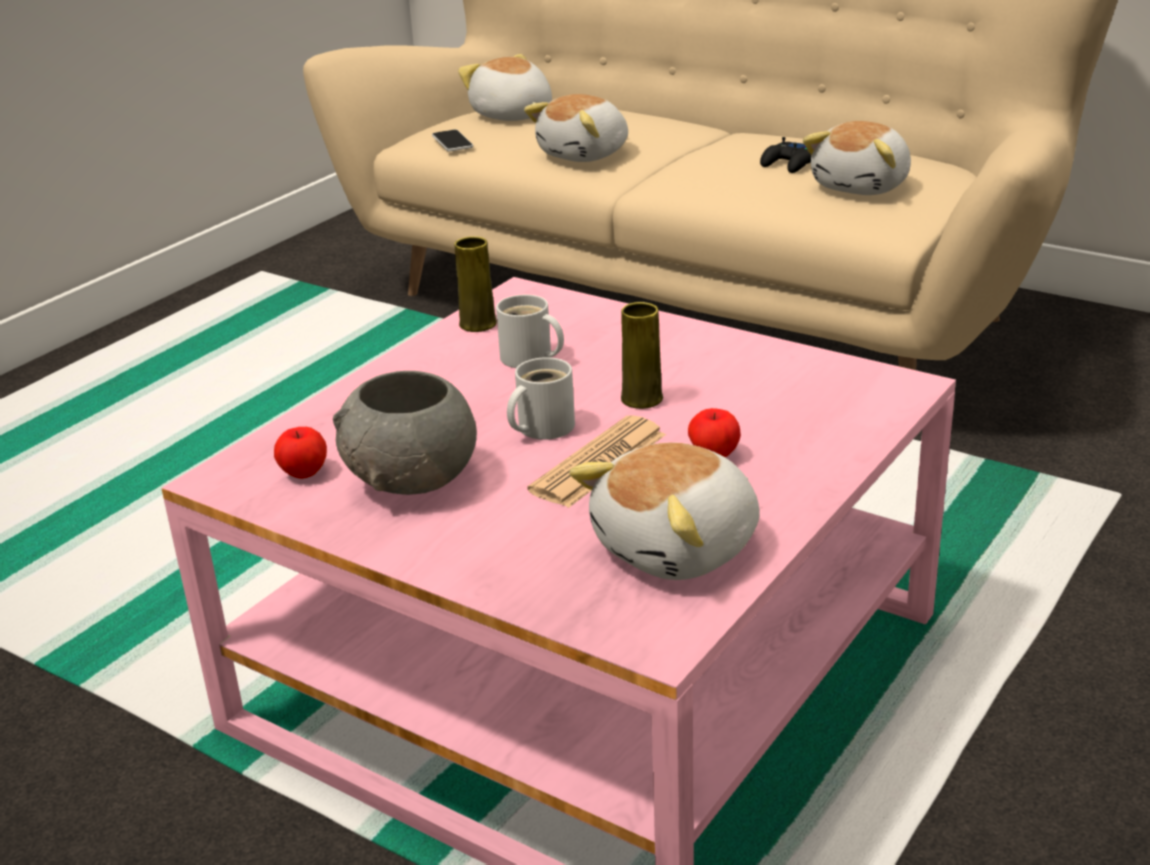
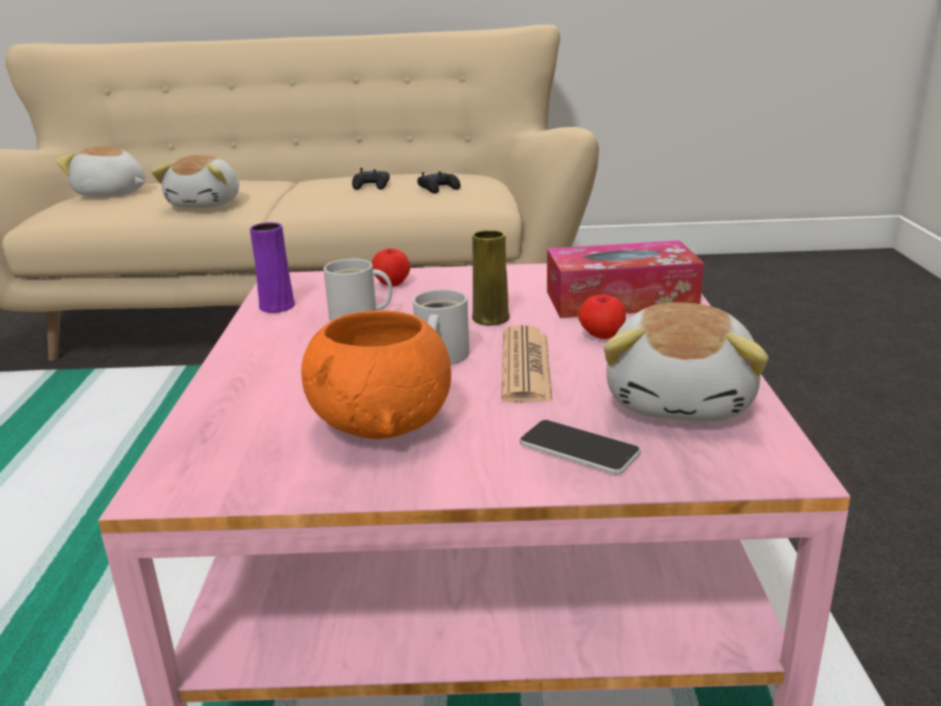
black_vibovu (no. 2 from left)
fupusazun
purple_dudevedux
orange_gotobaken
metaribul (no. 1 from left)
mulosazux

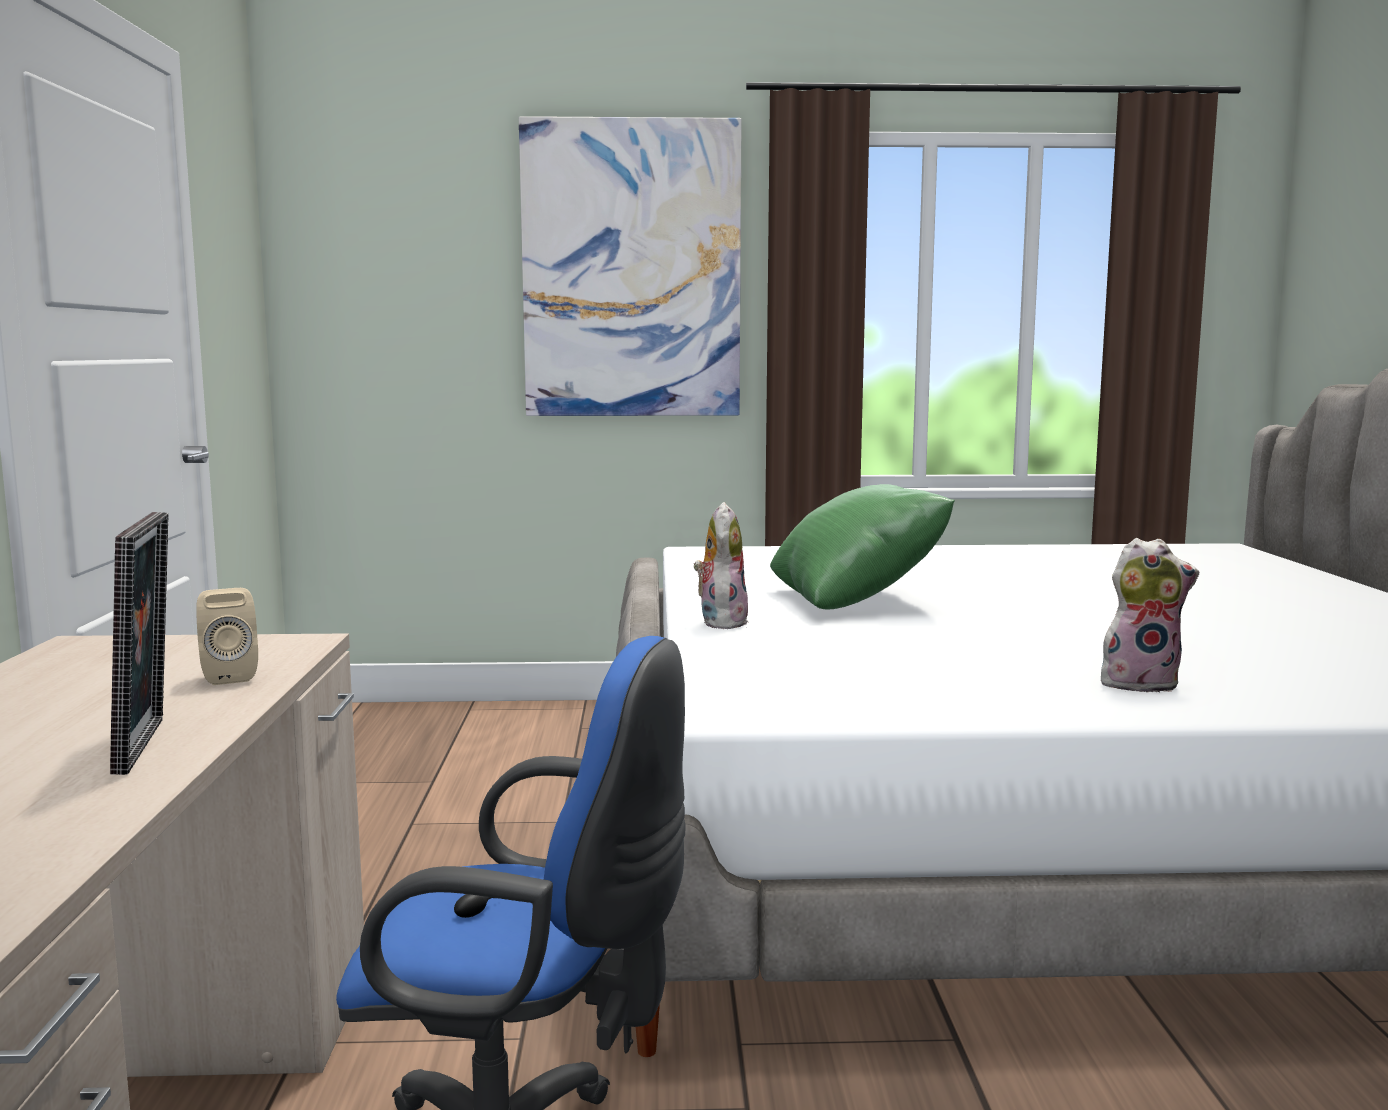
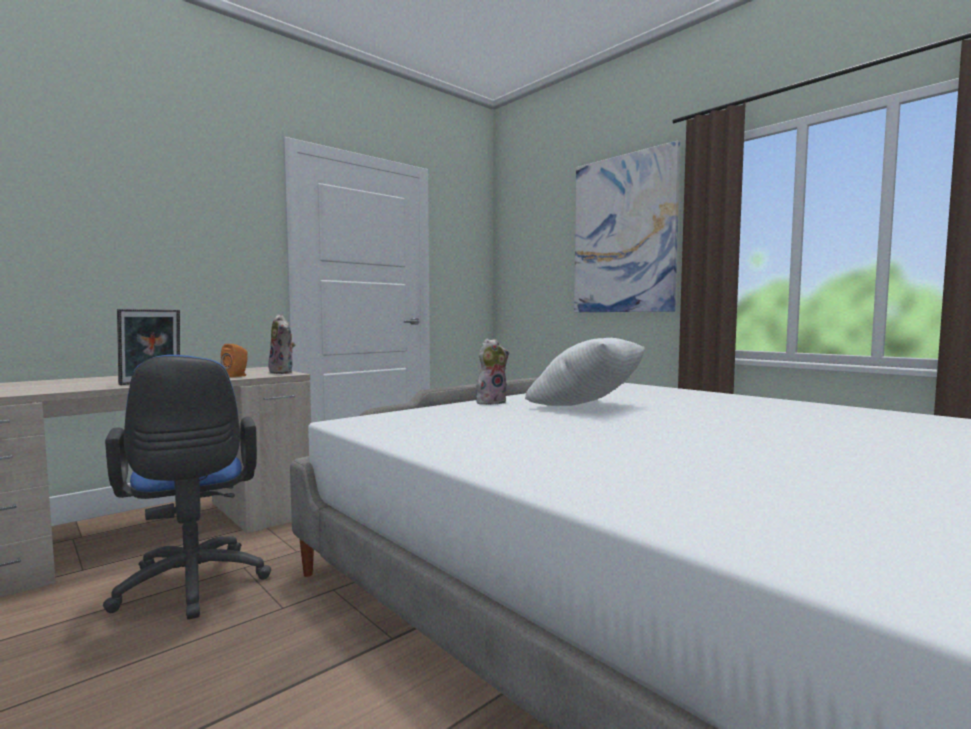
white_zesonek
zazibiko (no. 1 from left)
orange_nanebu

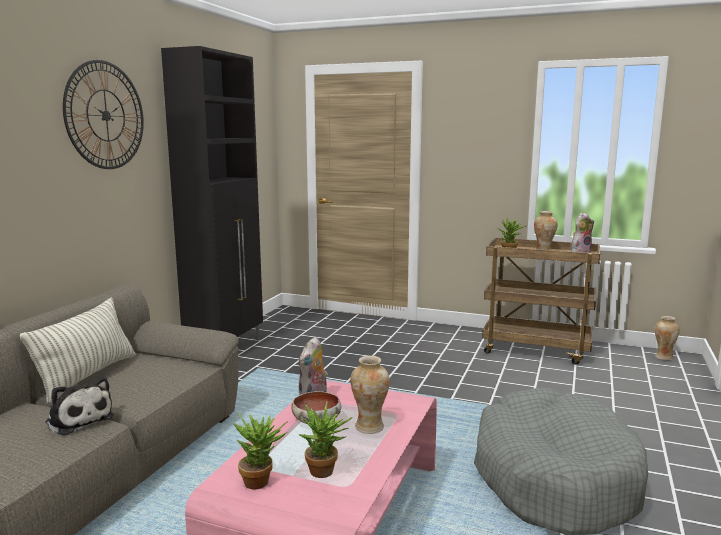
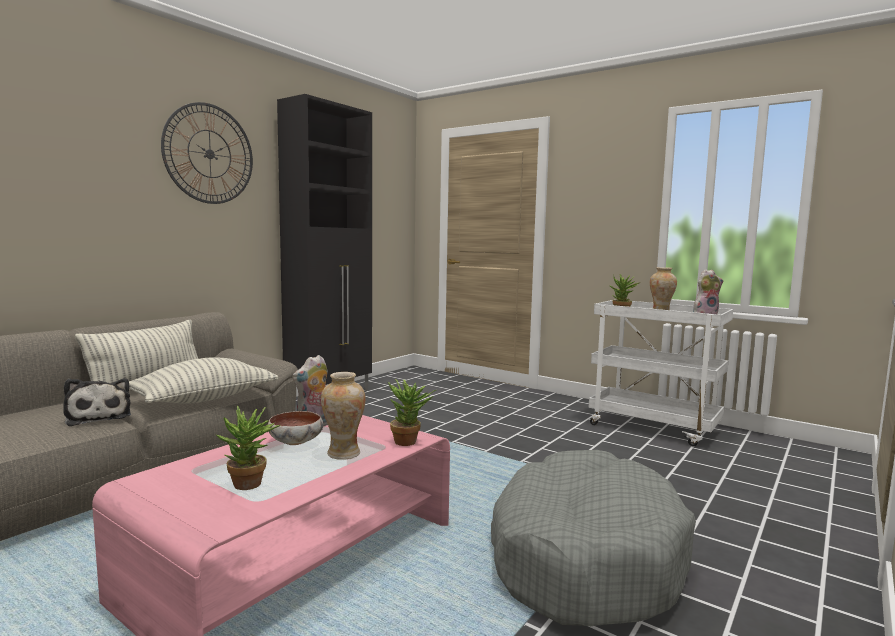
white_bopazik
dudevedux (no. 3 from left in the first image)
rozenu (no. 2 from left)
zesonek (no. 2 from left)

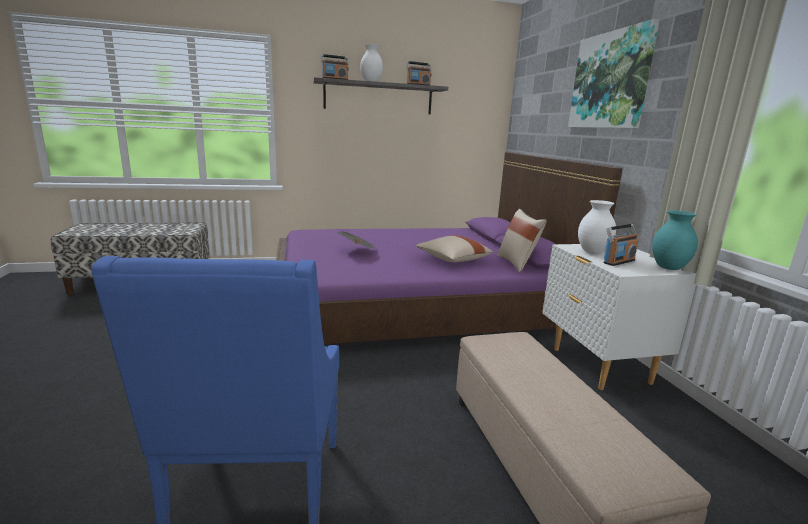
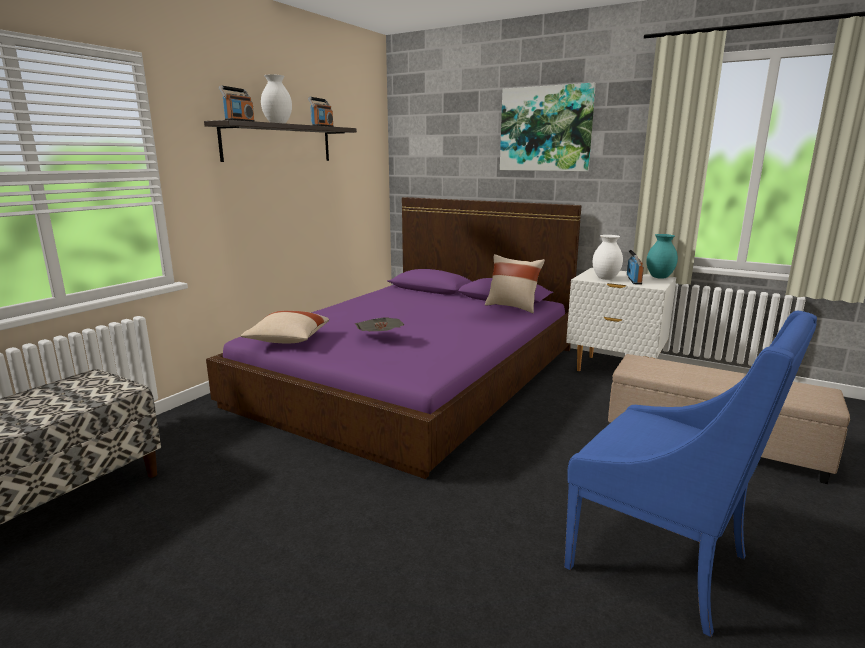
beige_zesonek (no. 1 from left)

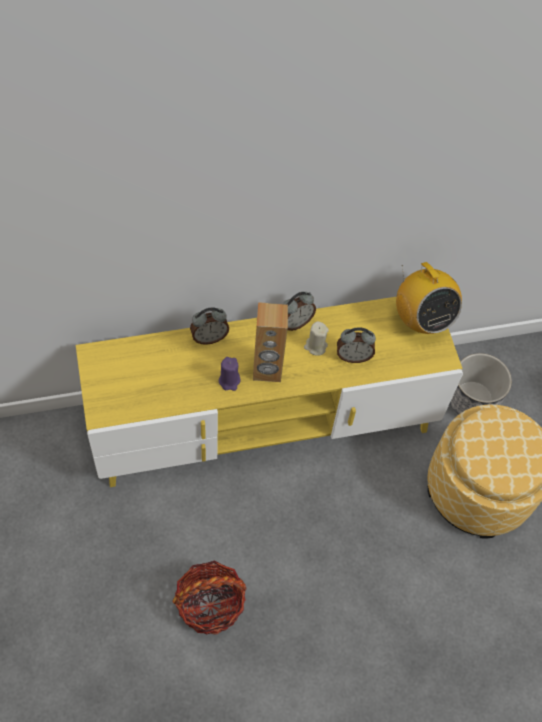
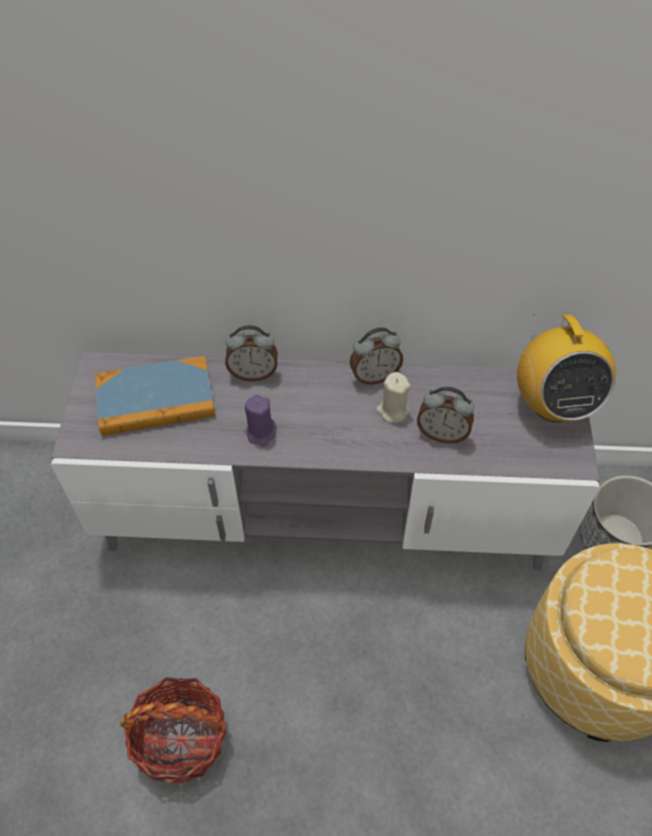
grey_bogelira
brown_nanebu
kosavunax

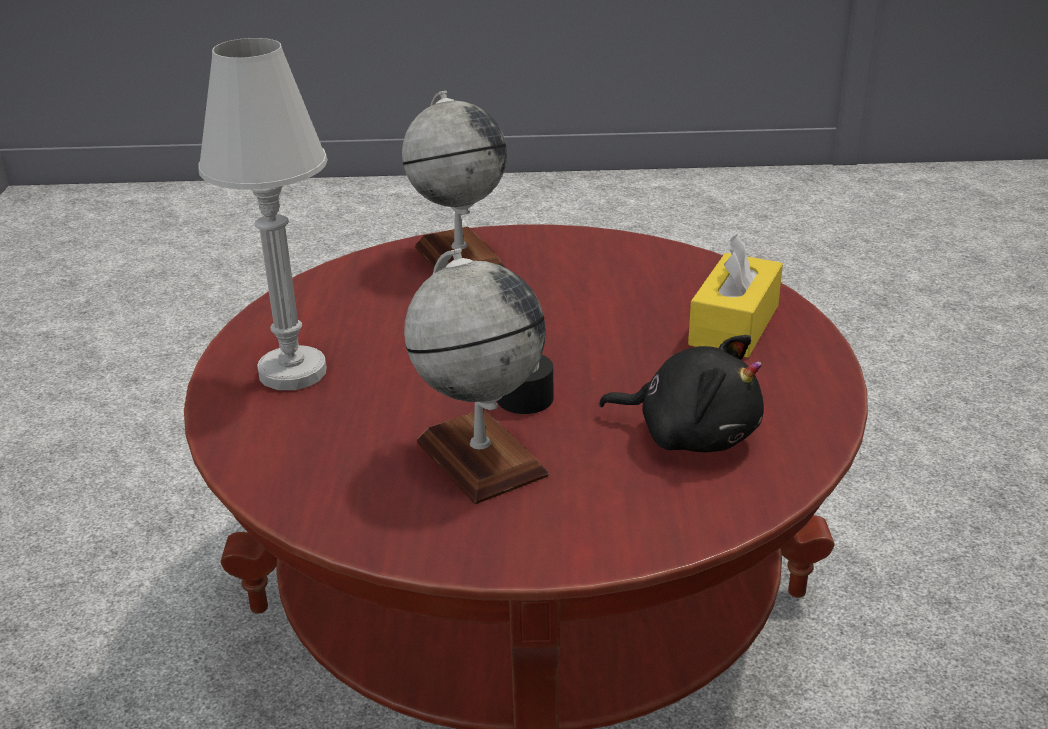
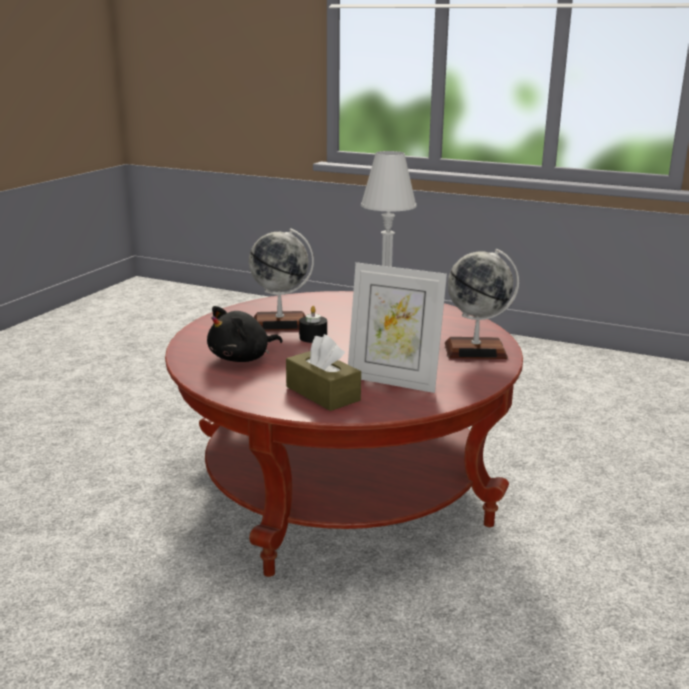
brown_mulosazux
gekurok

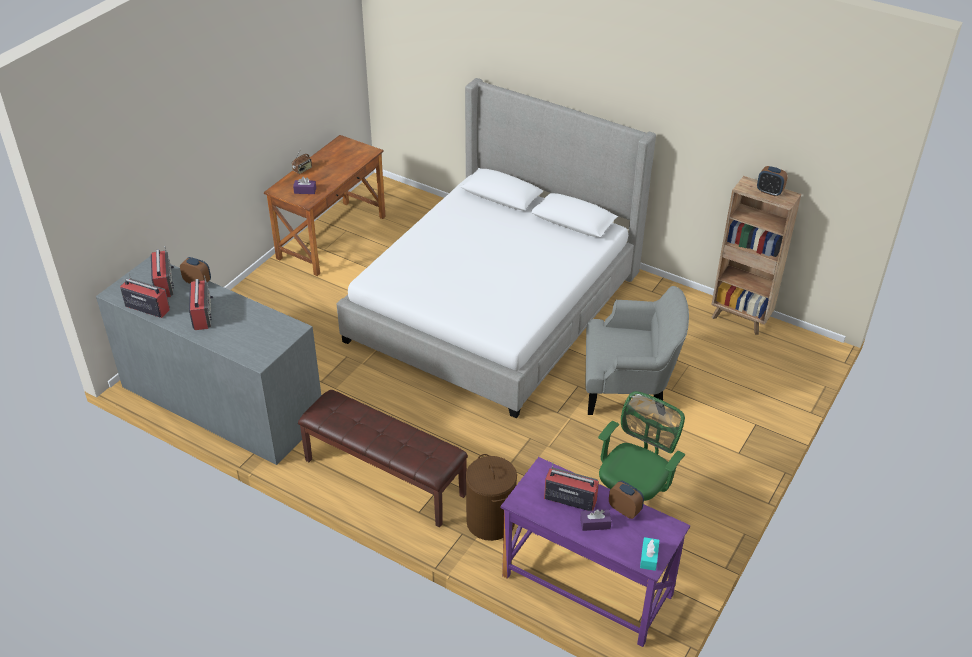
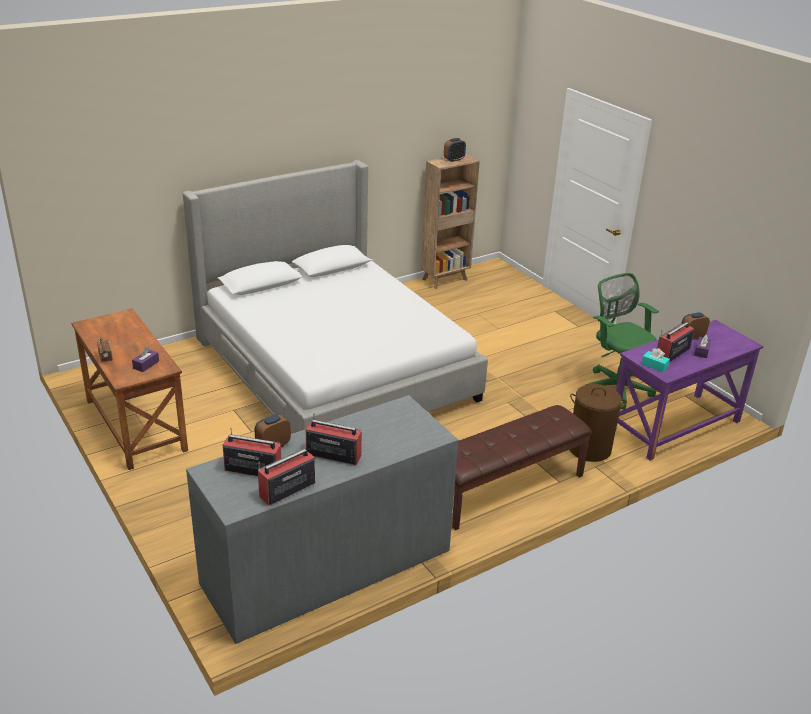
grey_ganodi
turquoise_mulosazux

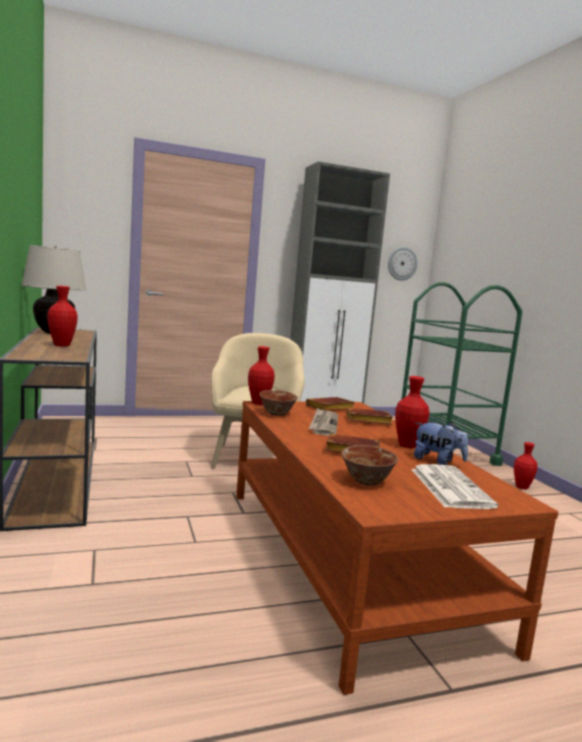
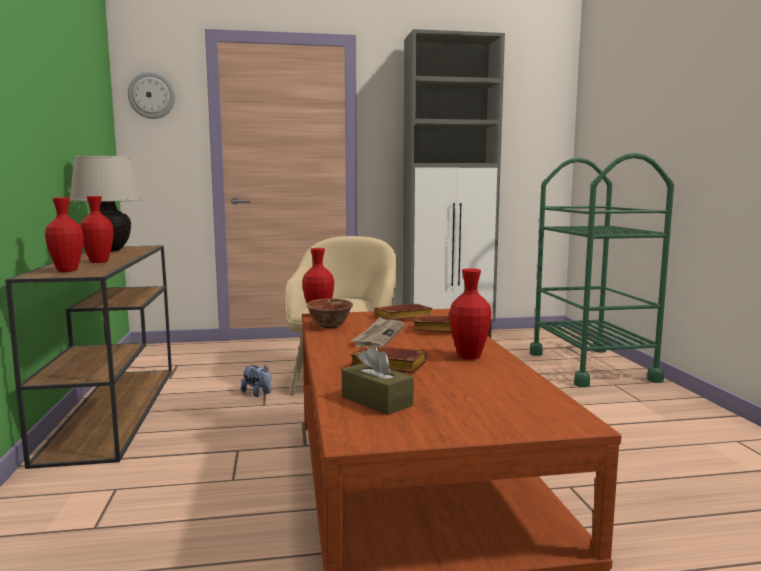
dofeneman
zazibiko
red_dudevedux (no. 1 from left)
brown_mulosazux
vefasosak (no. 2 from left in the first image)

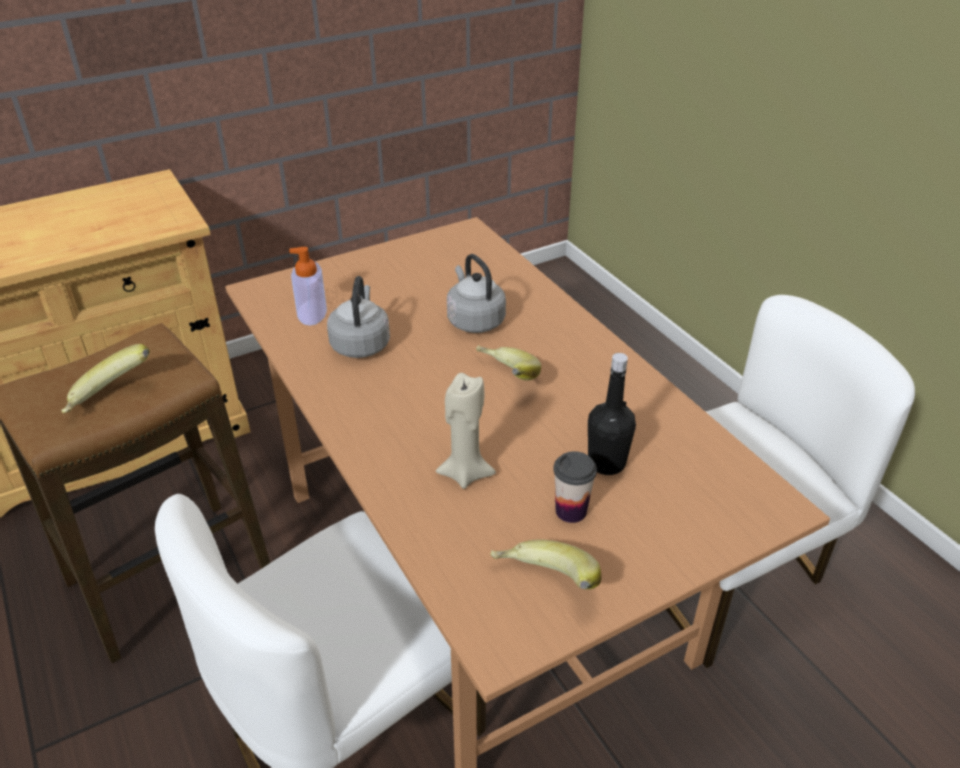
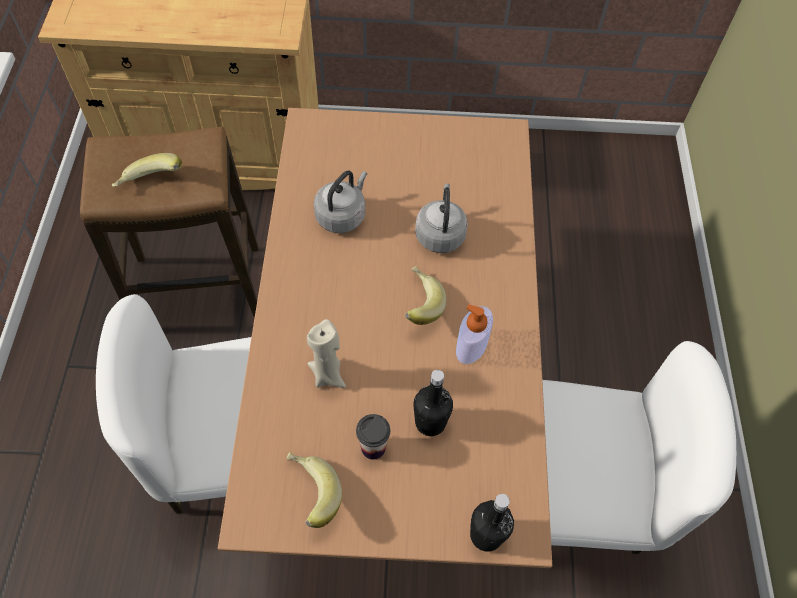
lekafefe
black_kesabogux (no. 2 from left)

